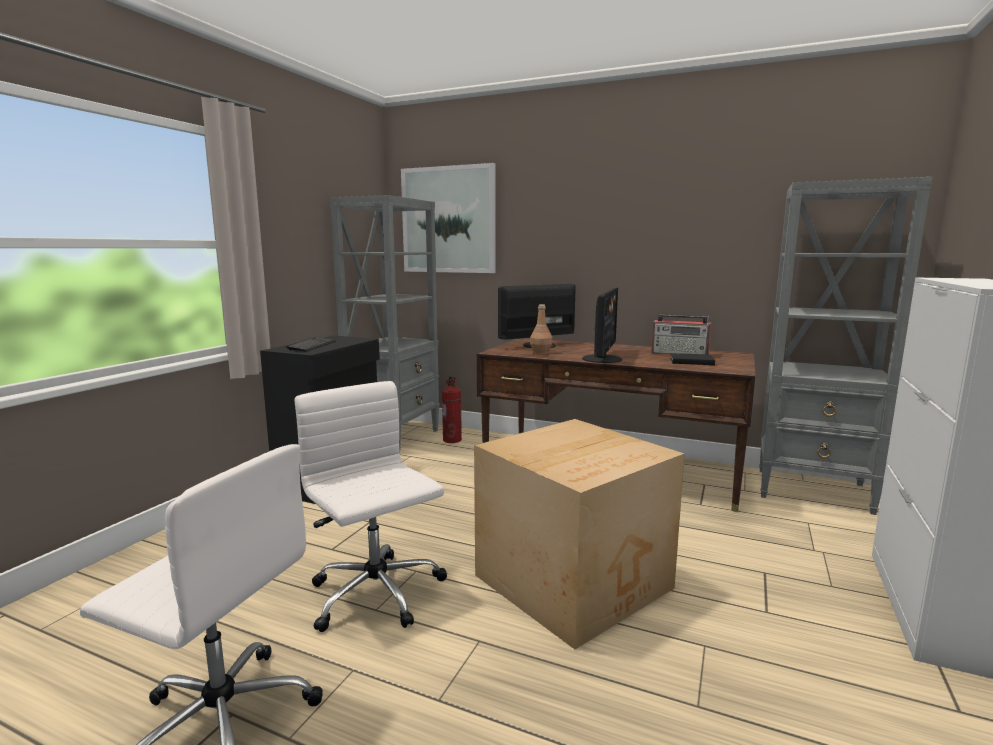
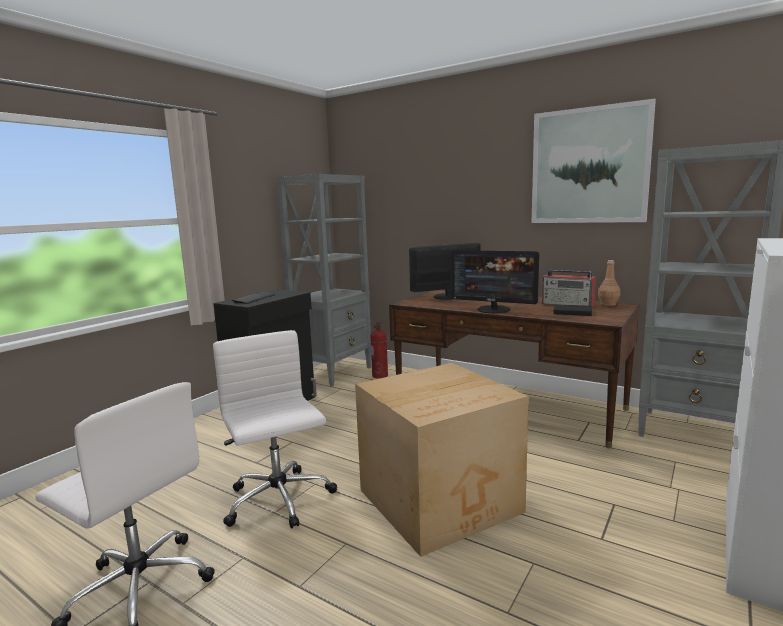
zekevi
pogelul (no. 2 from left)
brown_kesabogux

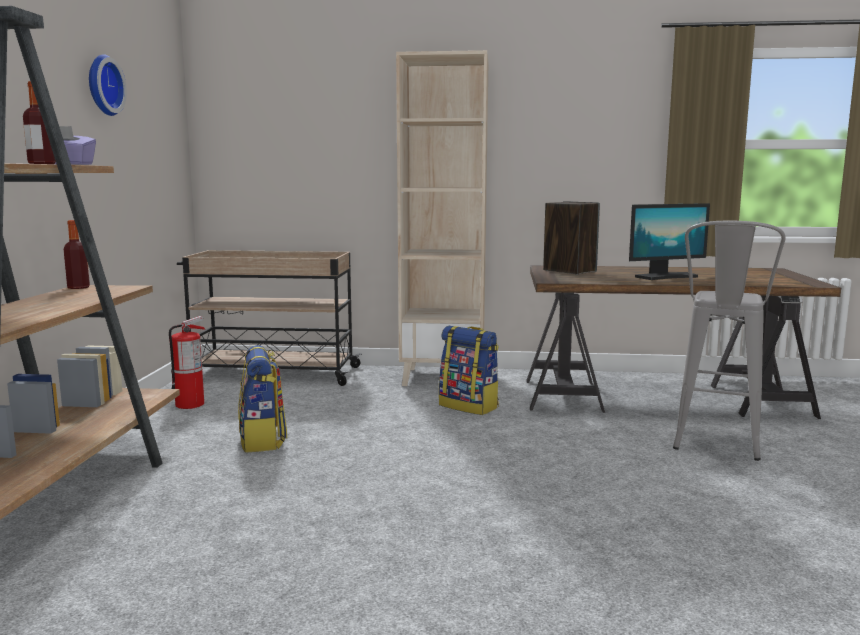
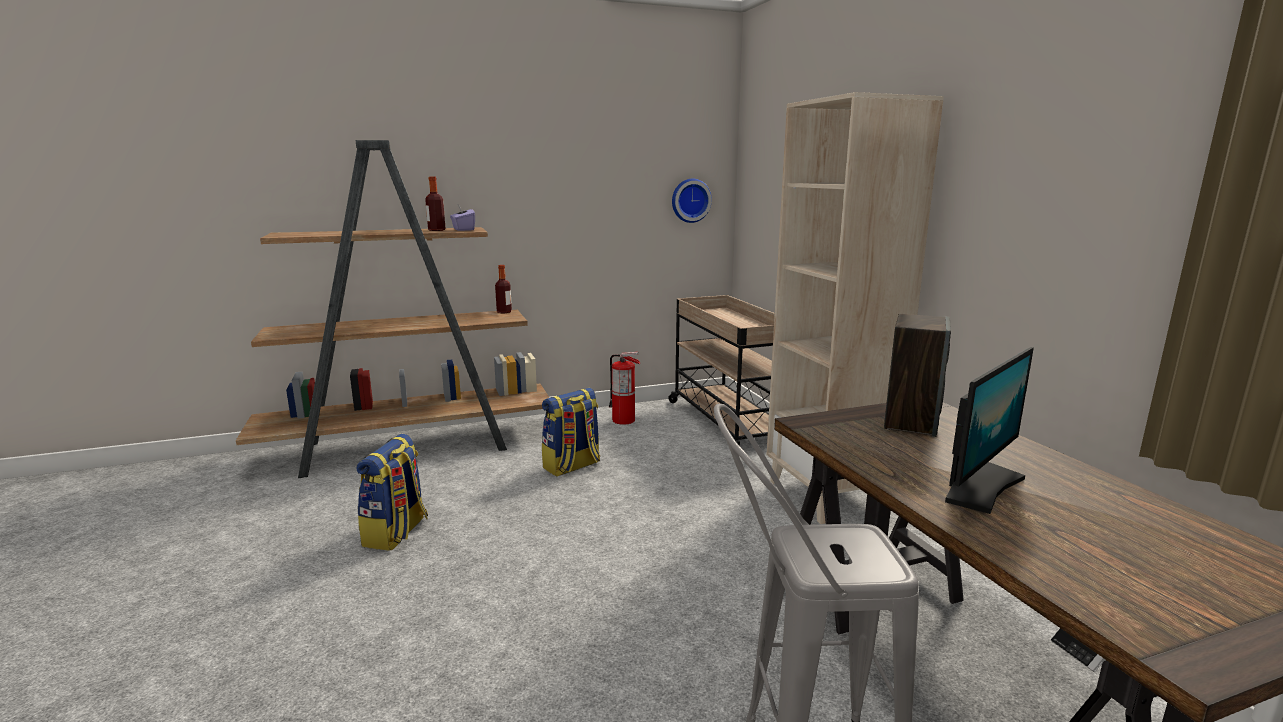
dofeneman
pogelul
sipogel (no. 1 from left)

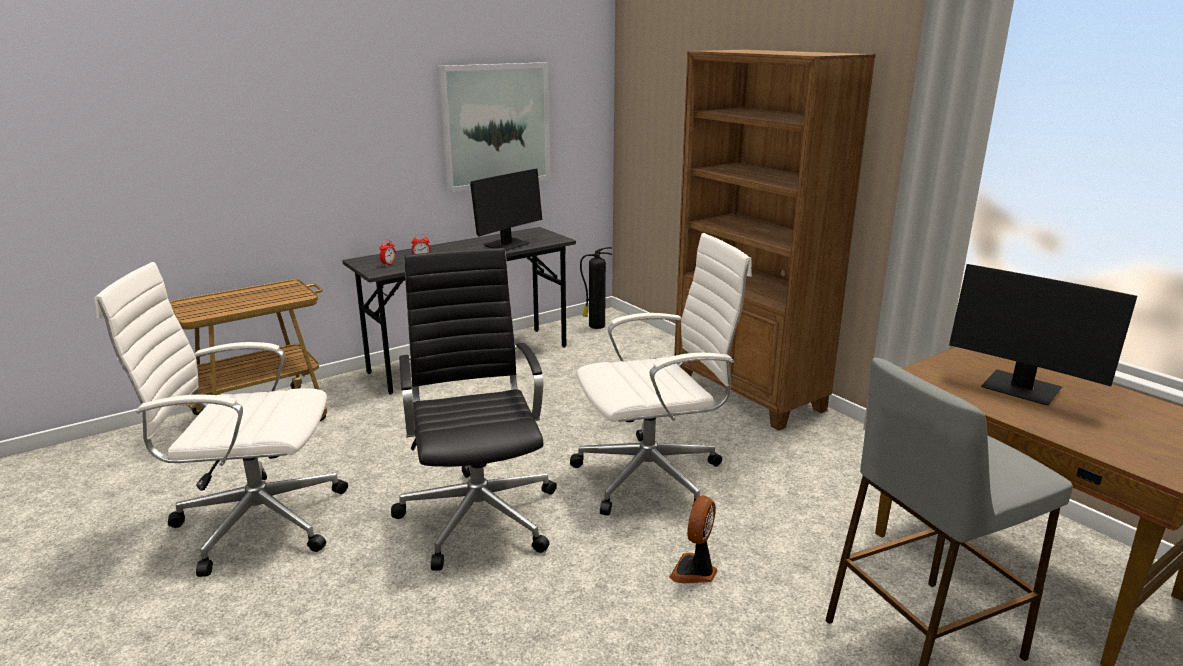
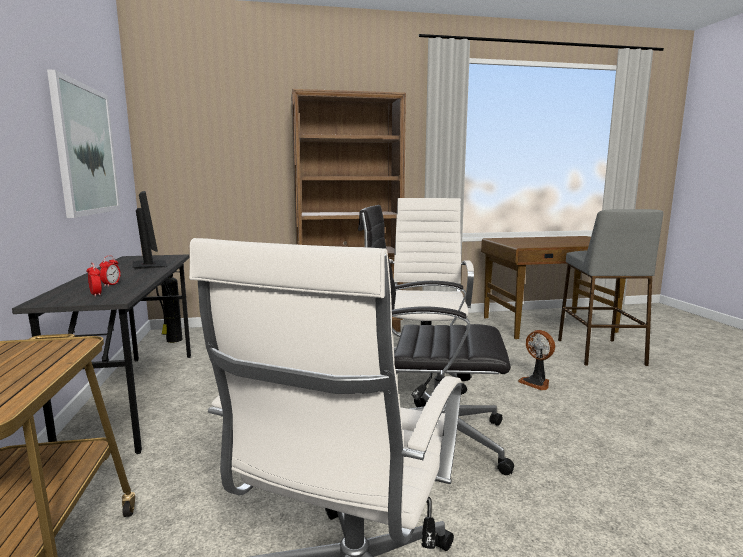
pogelul (no. 2 from left in the first image)

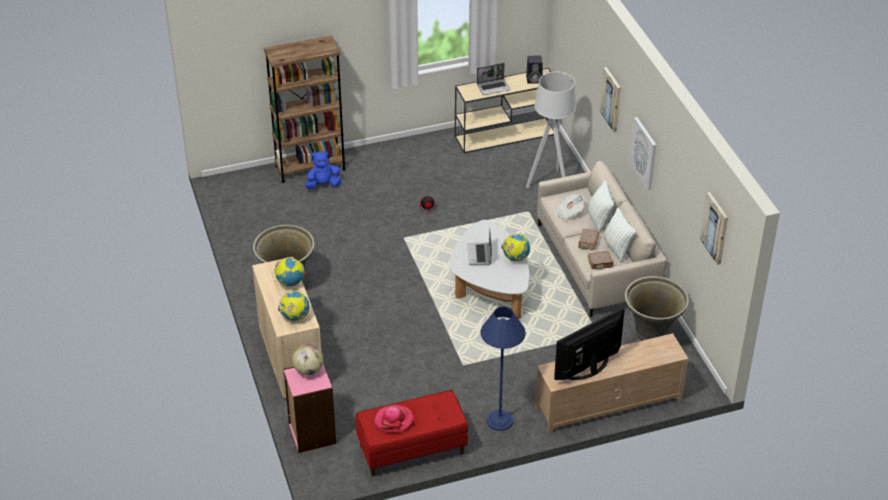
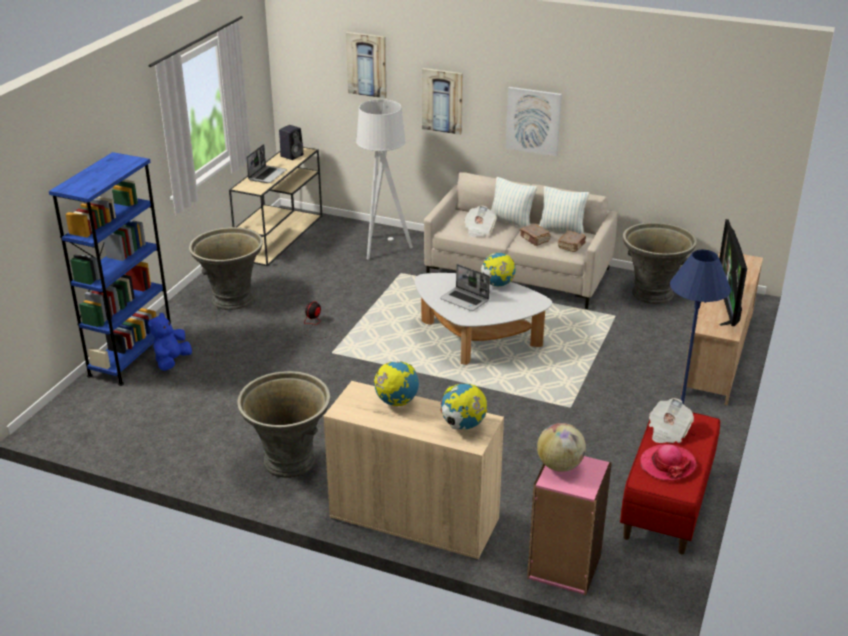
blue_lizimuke
zekevi (no. 1 from left)
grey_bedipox (no. 1 from left)
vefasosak (no. 2 from left)

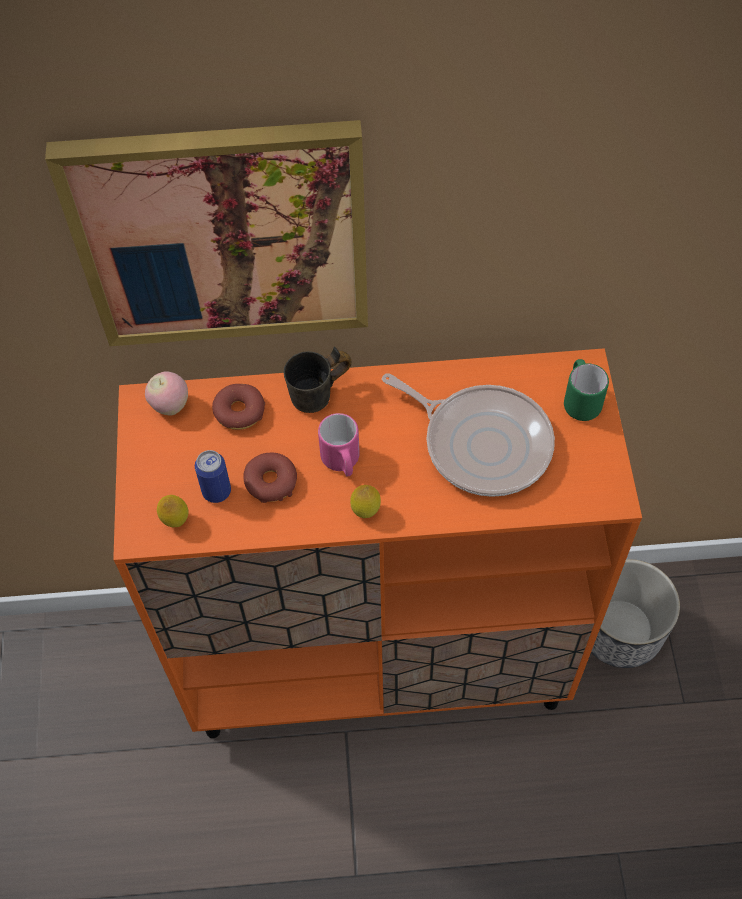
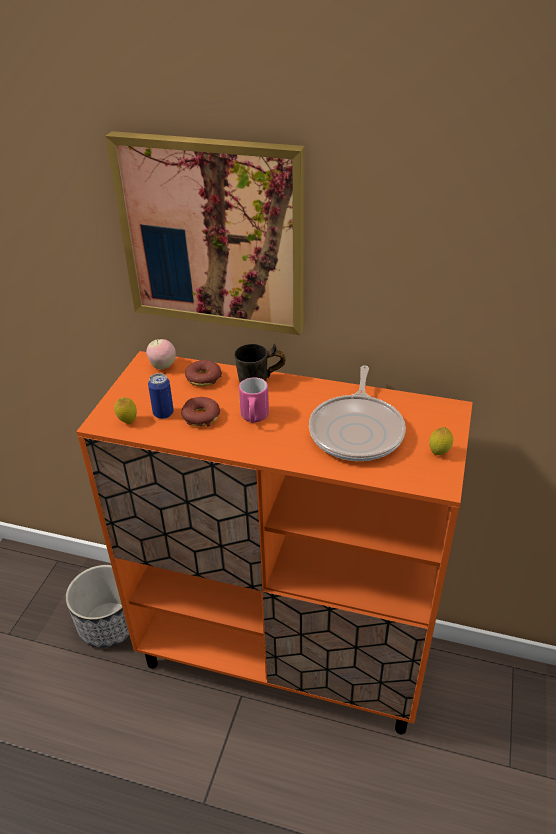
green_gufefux
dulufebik
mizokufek (no. 2 from left)
bedipox

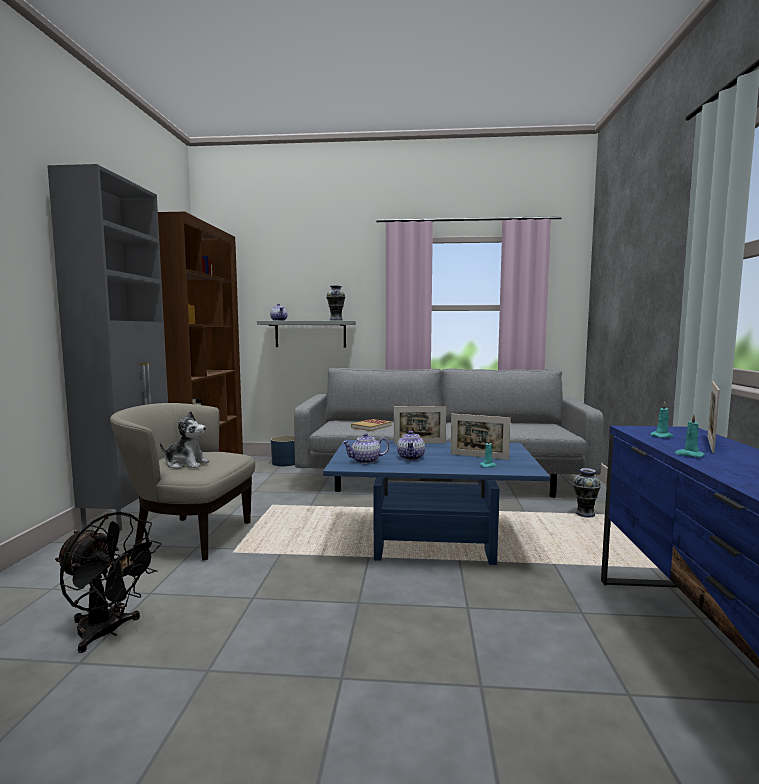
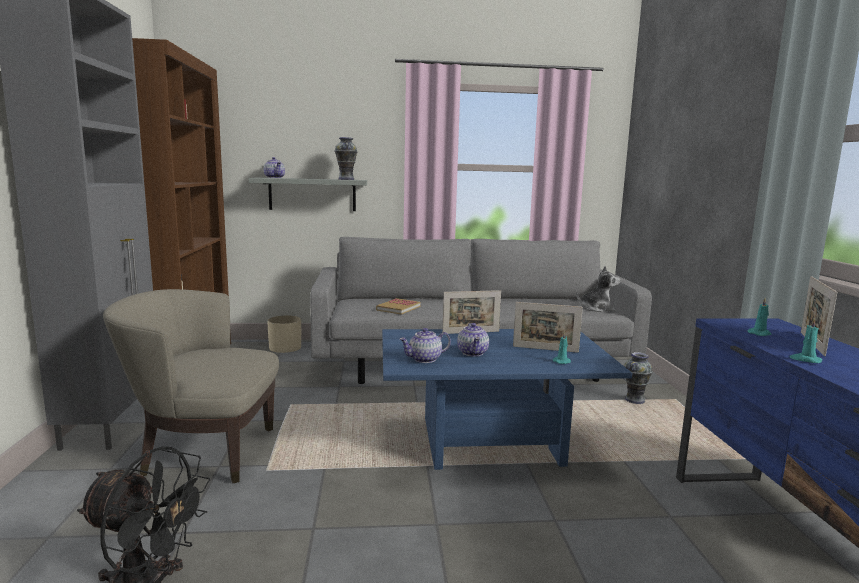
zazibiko
beige_bedipox

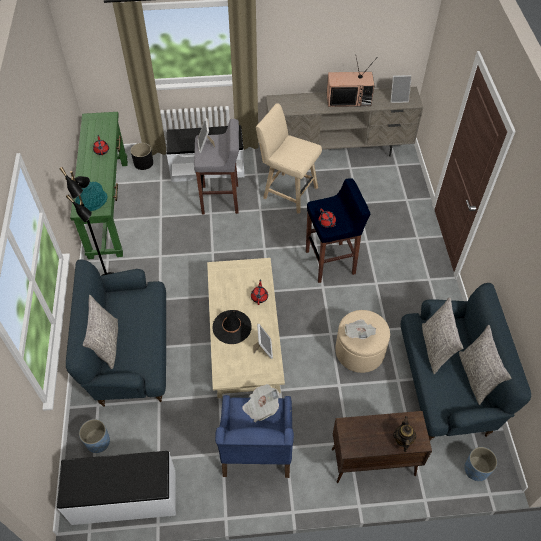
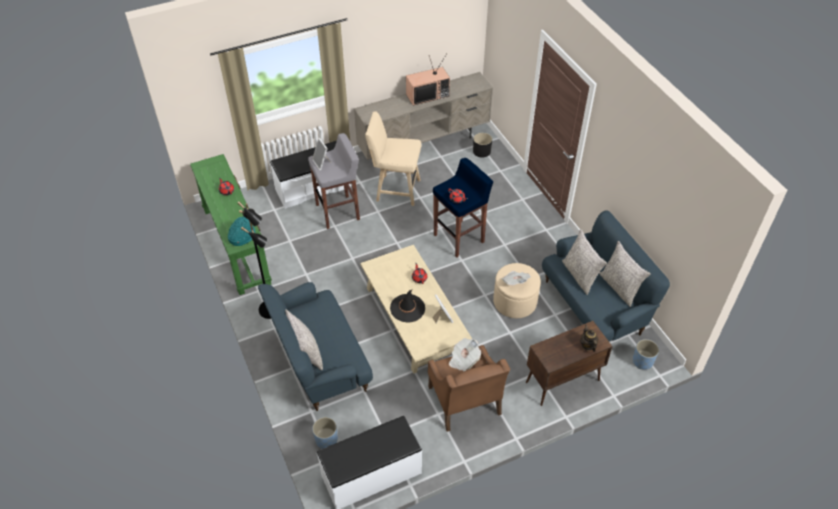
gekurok (no. 3 from left in the first image)
black_bedipox
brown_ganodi

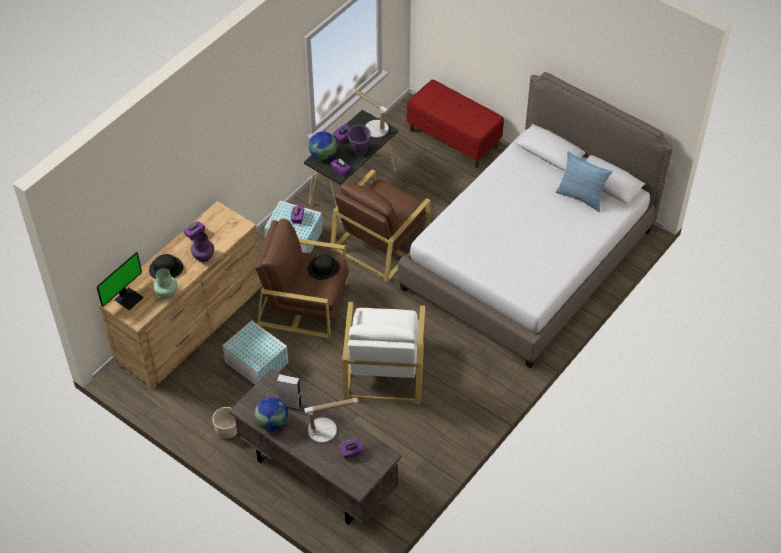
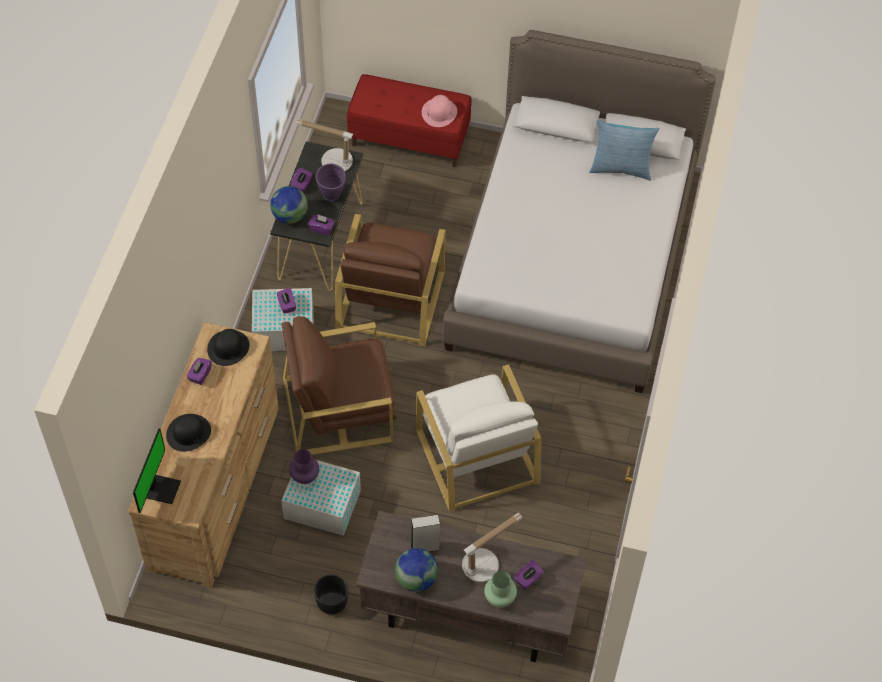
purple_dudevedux (no. 1 from left)
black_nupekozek (no. 2 from left)
green_dudevedux
black_bedipox
pink_nupekozek

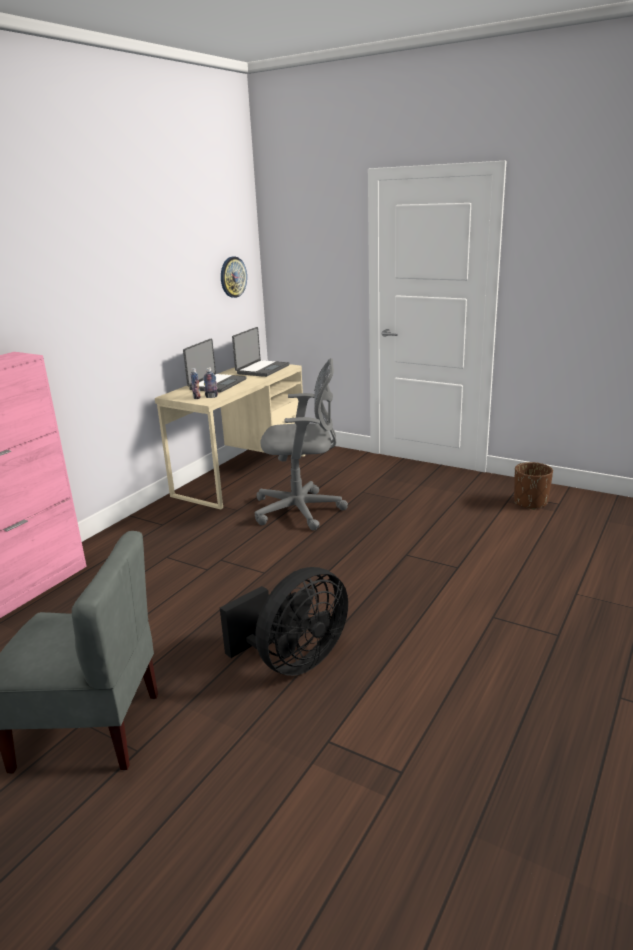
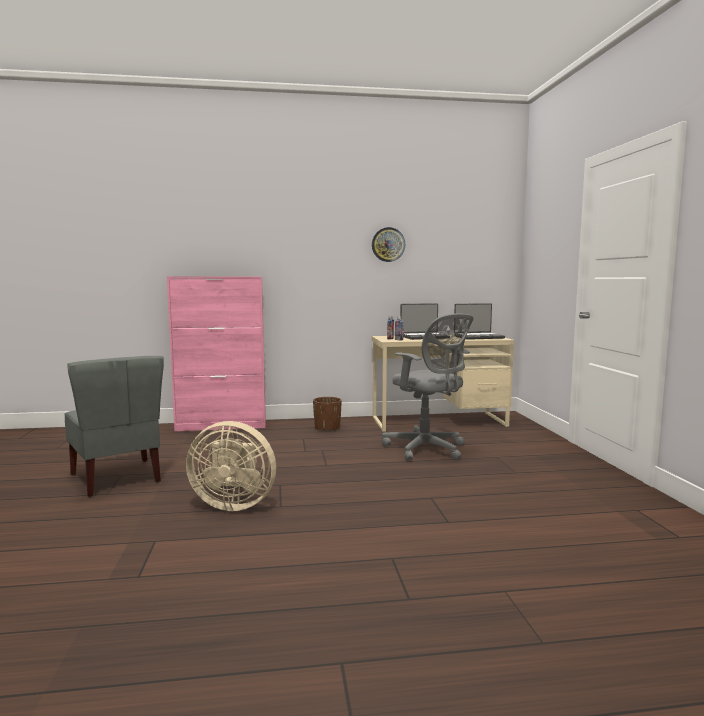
dofeneman
brown_bedipox
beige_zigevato

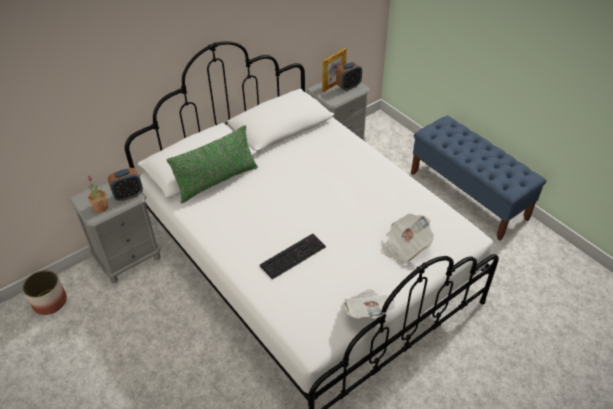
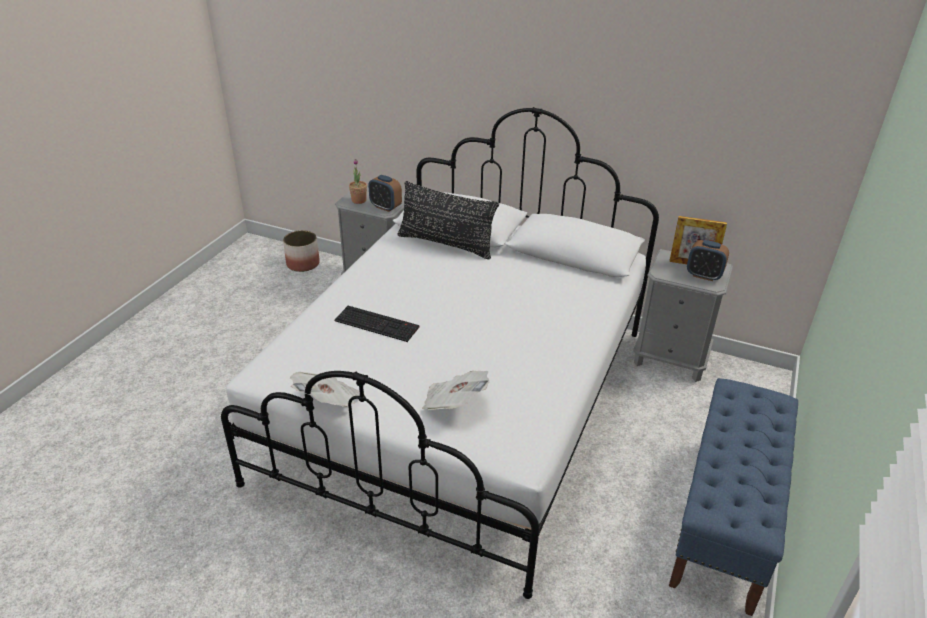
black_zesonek

